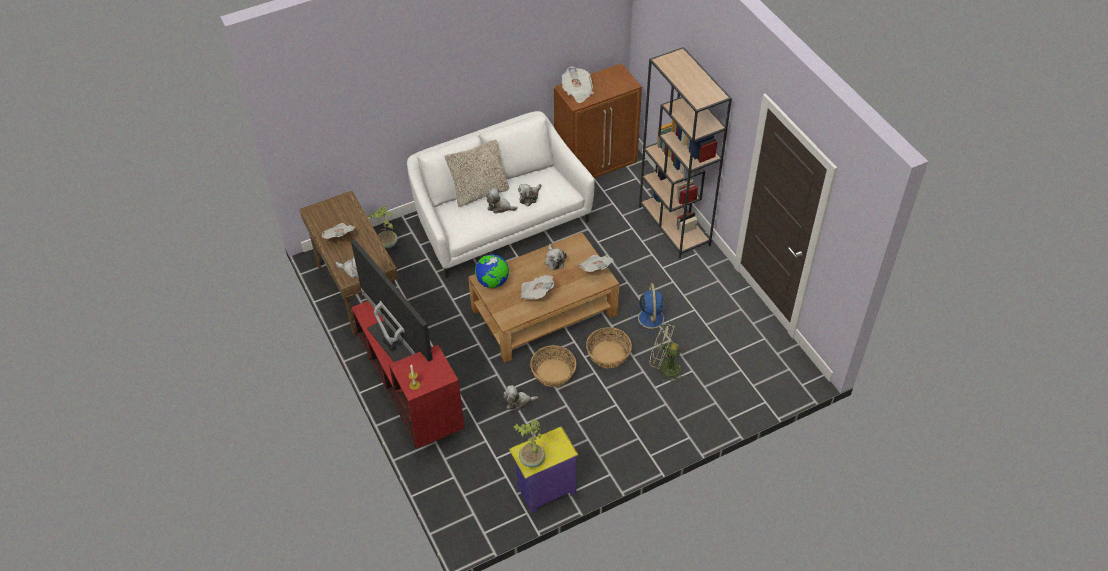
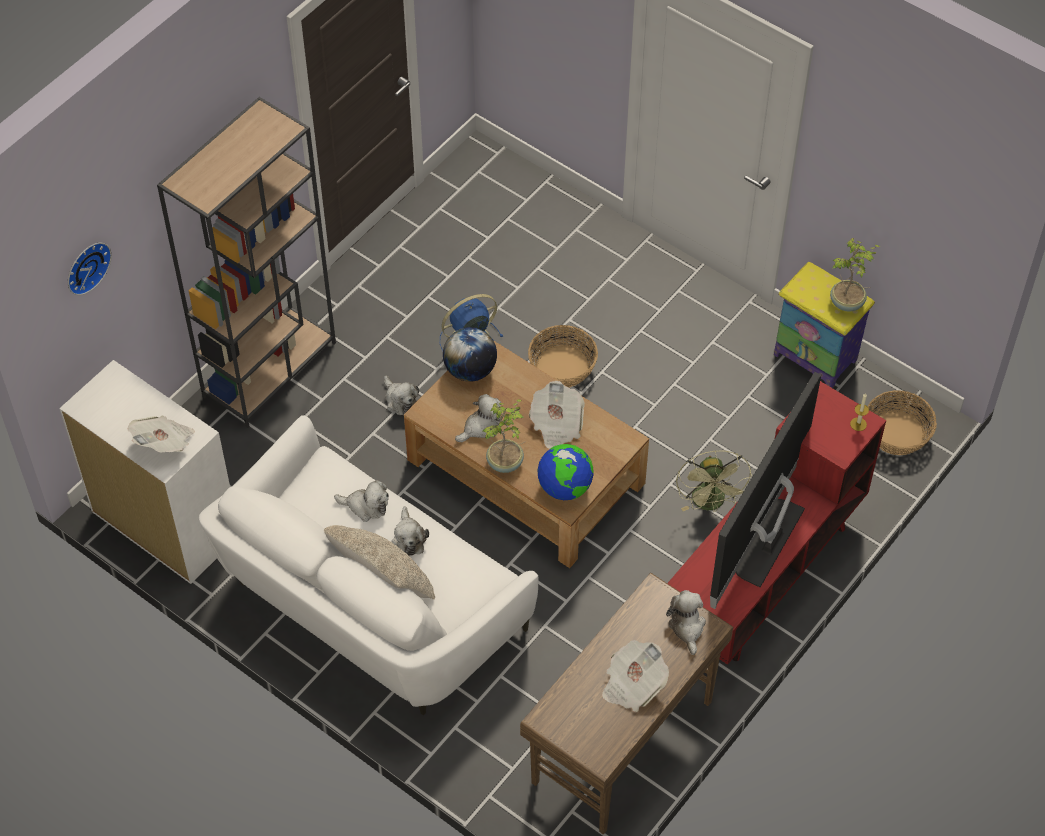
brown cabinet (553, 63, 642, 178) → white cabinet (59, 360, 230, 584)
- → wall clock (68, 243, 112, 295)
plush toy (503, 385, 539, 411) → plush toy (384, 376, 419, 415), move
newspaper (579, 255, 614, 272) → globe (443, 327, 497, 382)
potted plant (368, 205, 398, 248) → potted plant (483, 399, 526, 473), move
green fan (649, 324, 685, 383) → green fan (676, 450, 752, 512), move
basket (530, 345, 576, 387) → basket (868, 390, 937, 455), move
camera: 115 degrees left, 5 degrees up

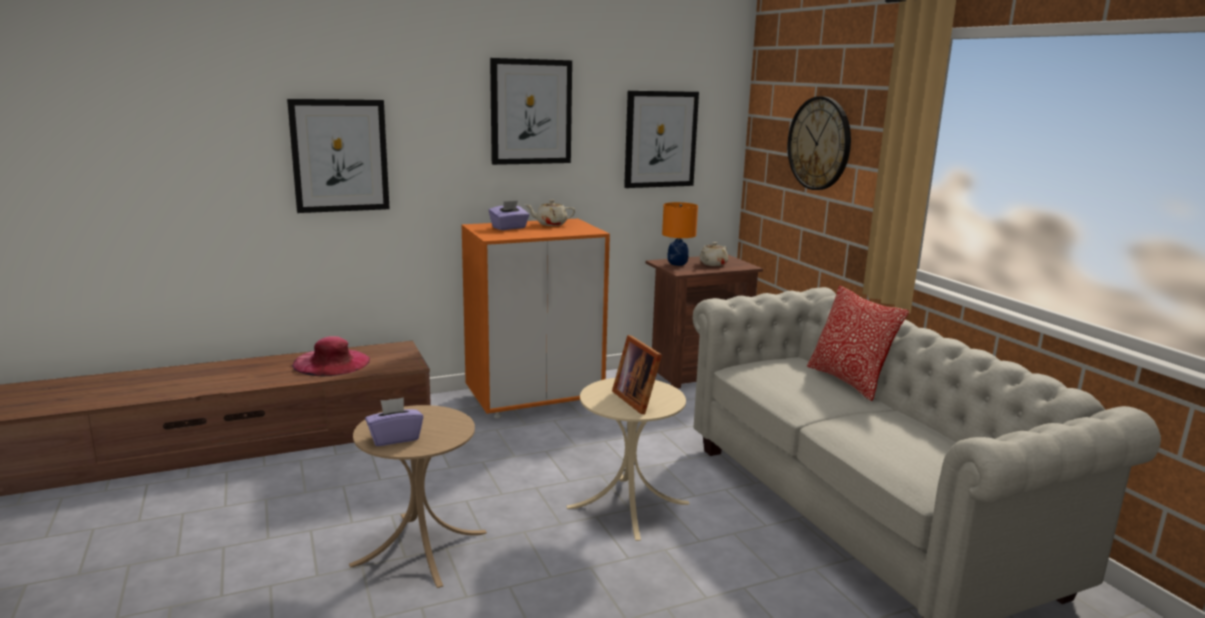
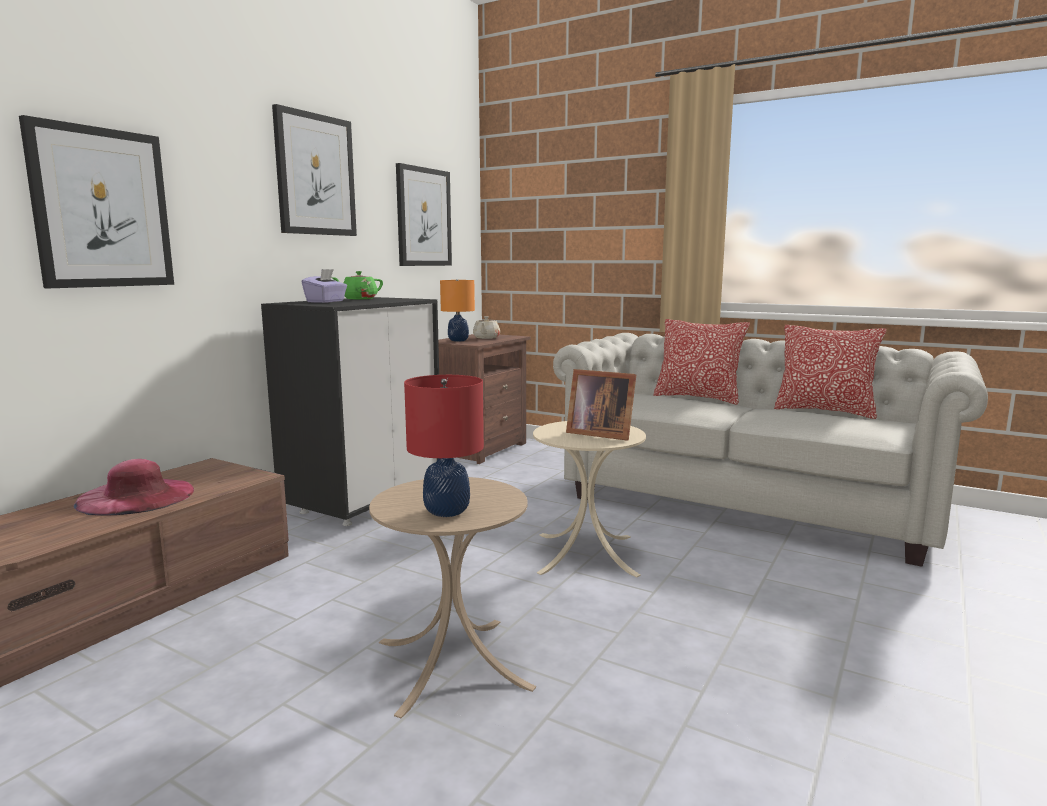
orange cabinet (462, 219, 610, 419) → black cabinet (261, 297, 439, 526)
beige teapot (526, 200, 575, 226) → green teapot (332, 271, 383, 299)
purple tissue box (365, 397, 423, 446) → red table lamp (404, 375, 484, 517)
- → pillow (774, 325, 886, 419)
wall clock (788, 96, 851, 190) → -
camera: 35 degrees left, 5 degrees down

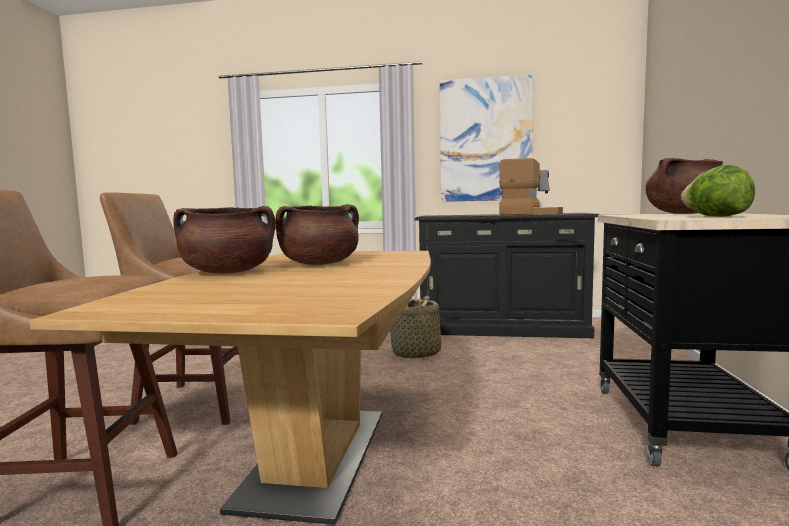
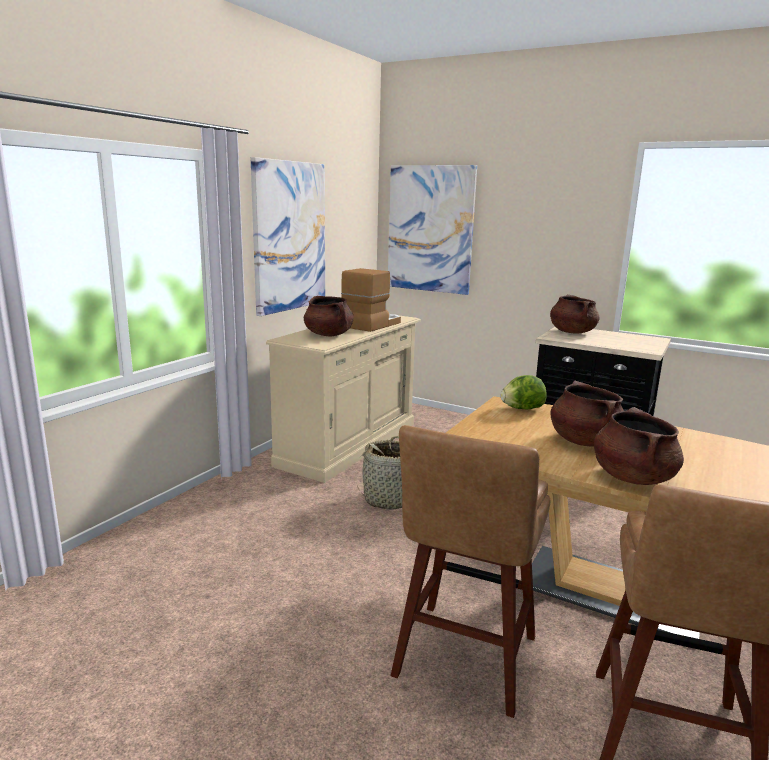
black cabinet (415, 213, 599, 338) → beige cabinet (266, 316, 421, 483)
- → brown cooking pot (304, 296, 354, 336)
- → picture (388, 165, 477, 295)
lettuce (681, 165, 755, 217) → lettuce (501, 375, 547, 409), move
camera: 70 degrees left, 10 degrees up

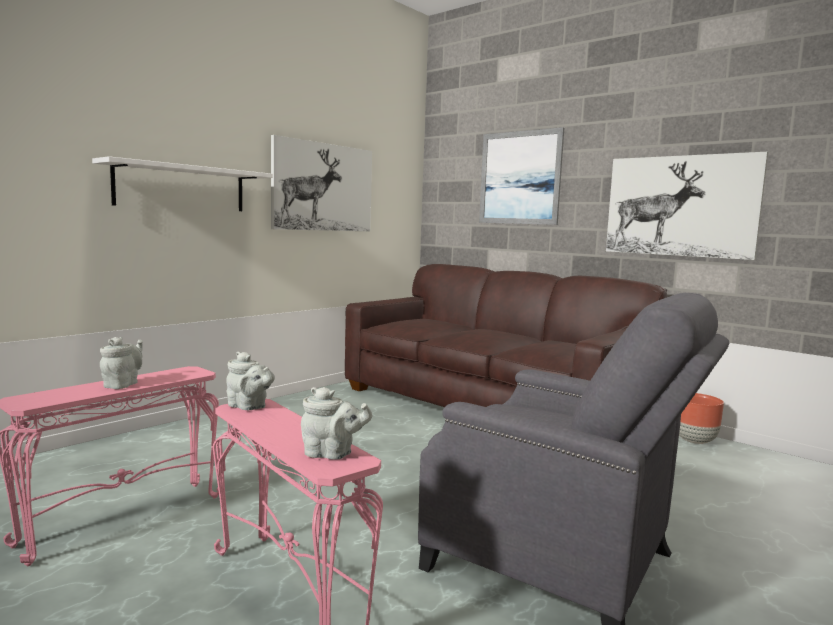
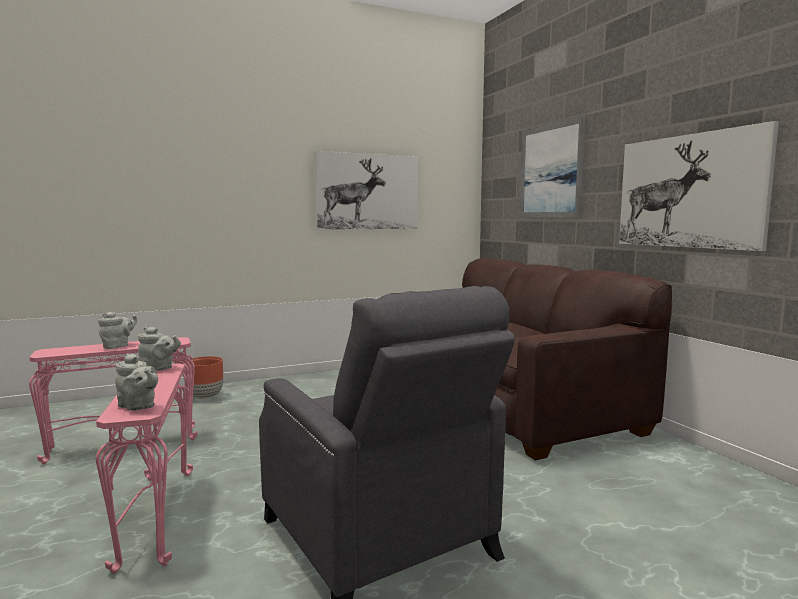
grey teapot (226, 351, 275, 410) → grey teapot (138, 327, 181, 371), 45 degrees counterclockwise
brown planter (679, 393, 724, 444) → brown planter (189, 356, 223, 399), move
white shelf (92, 156, 273, 211) → -
camera: 25 degrees right, 0 degrees up

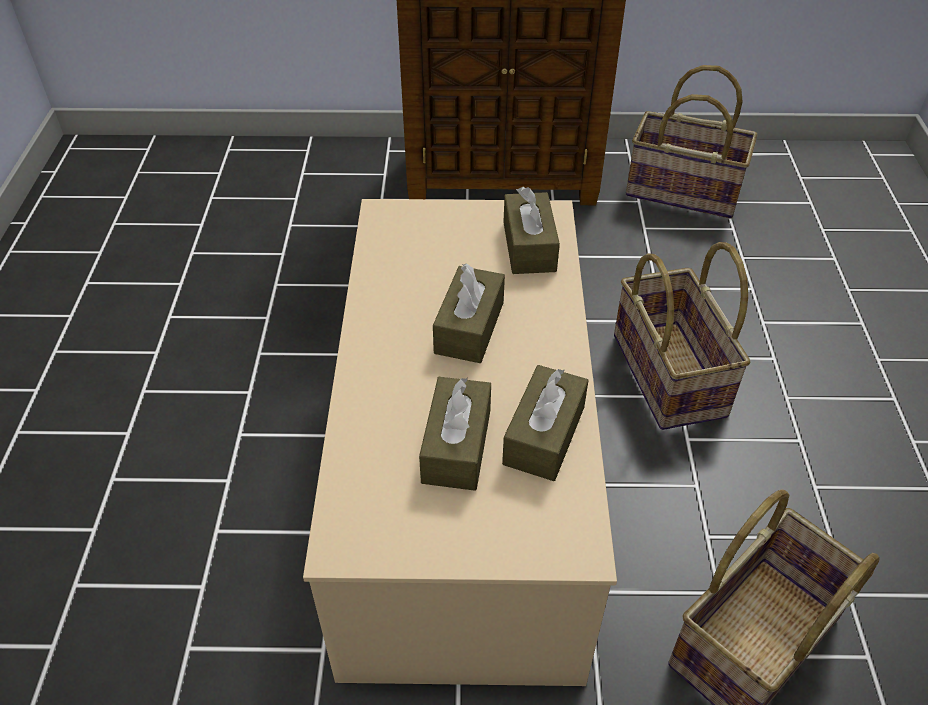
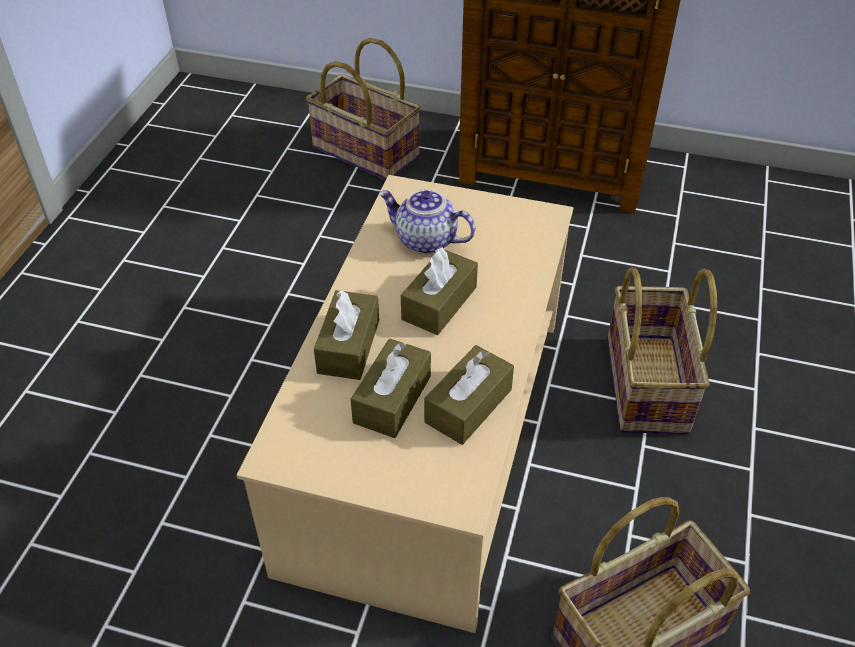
basket (626, 65, 757, 219) → basket (306, 38, 421, 180), move
brown tissue box (503, 187, 560, 274) → brown tissue box (314, 290, 379, 380), move
- → teapot (379, 190, 475, 254)
camera: 15 degrees right, 0 degrees up

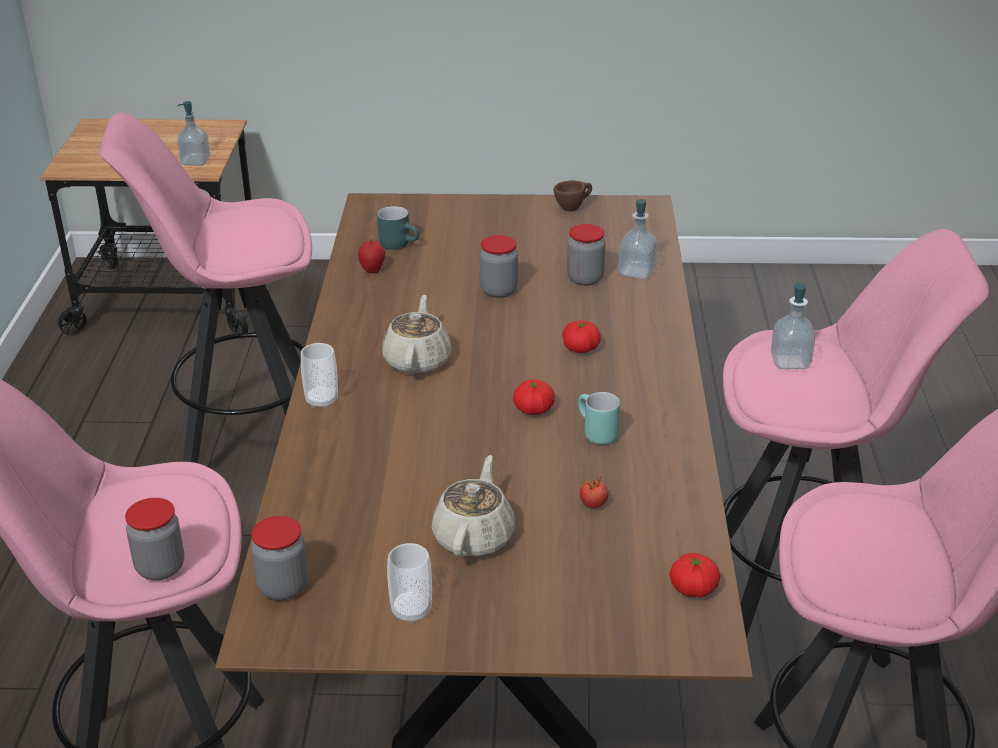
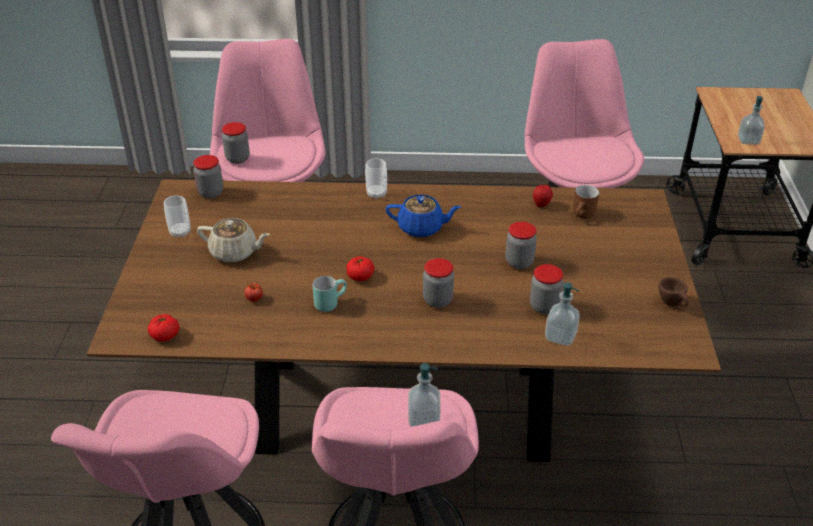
beige teapot (382, 295, 452, 375) → blue teapot (385, 195, 461, 237)
tomato (562, 320, 601, 353) → jar (423, 258, 454, 308)
turquoise mug (377, 206, 419, 250) → brown mug (573, 185, 599, 219)
camera: 90 degrees right, 5 degrees up

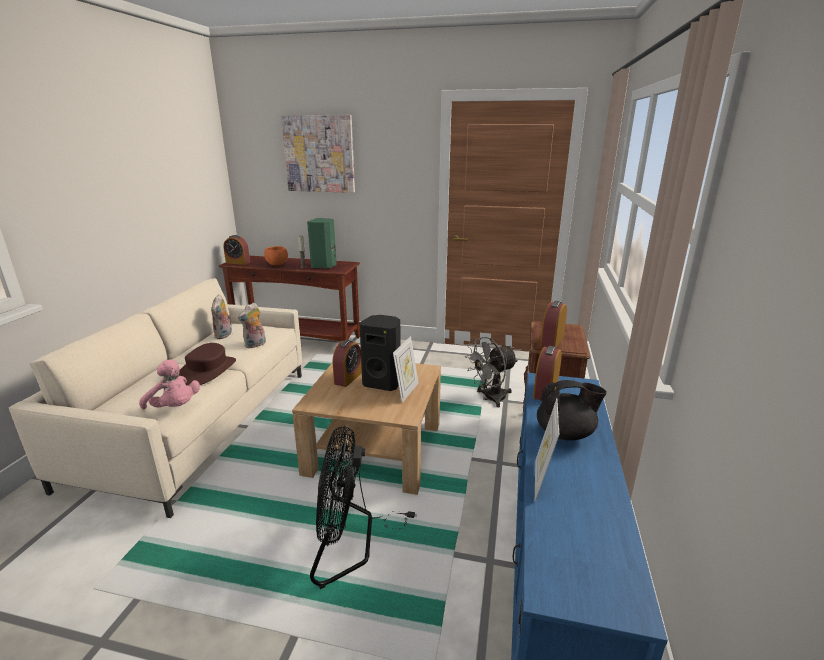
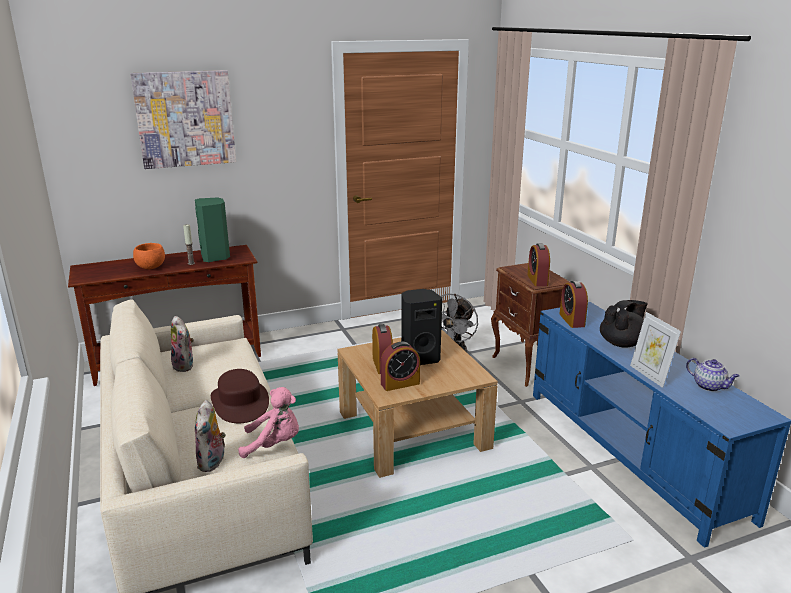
plush toy (238, 303, 266, 348) → plush toy (195, 400, 226, 472), move
alarm clock (223, 235, 250, 265) → alarm clock (381, 342, 420, 391), move
- → teapot (686, 358, 740, 391)
black fan (310, 426, 417, 589) → -
picture frame (393, 336, 419, 403) → -
camera: 35 degrees left, 0 degrees up

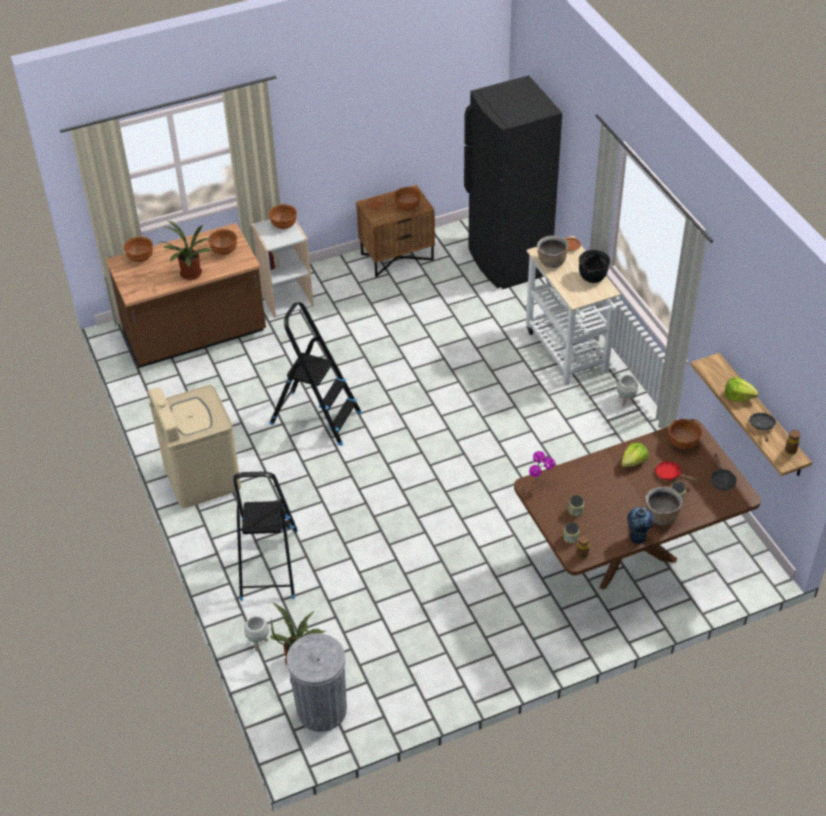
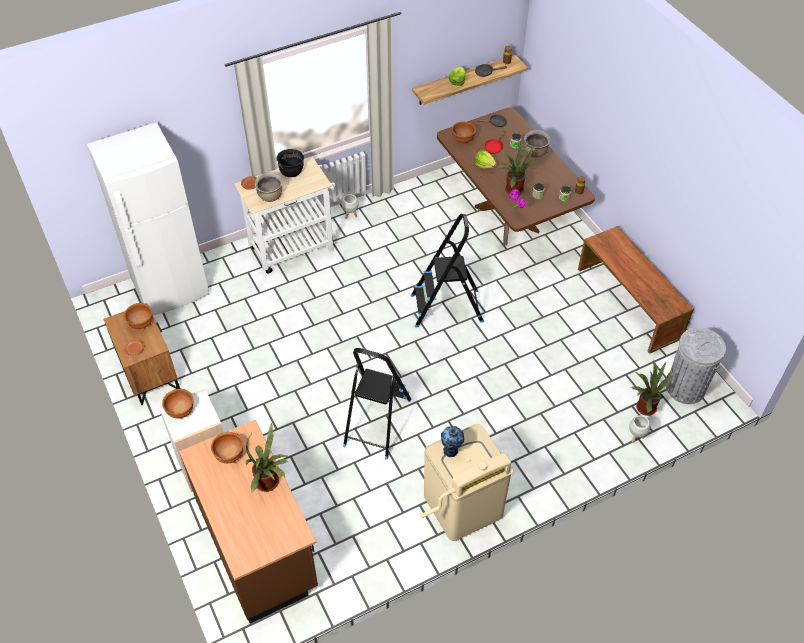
black fridge (464, 75, 563, 289) → white fridge (87, 122, 210, 315)
black step ladder (234, 472, 298, 601) → black step ladder (411, 214, 484, 327), move
vase (627, 508, 653, 544) → vase (441, 426, 464, 457), move
- → potted plant (498, 140, 534, 196)
- → brown bench (578, 226, 694, 354)
brown bowl (124, 237, 153, 262) → -
camera: 95 degrees left, 5 degrees up

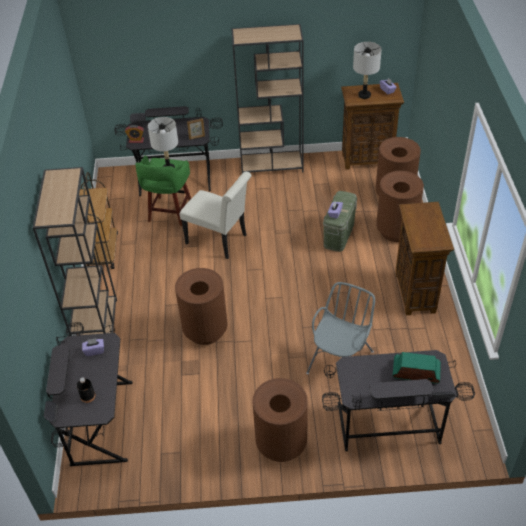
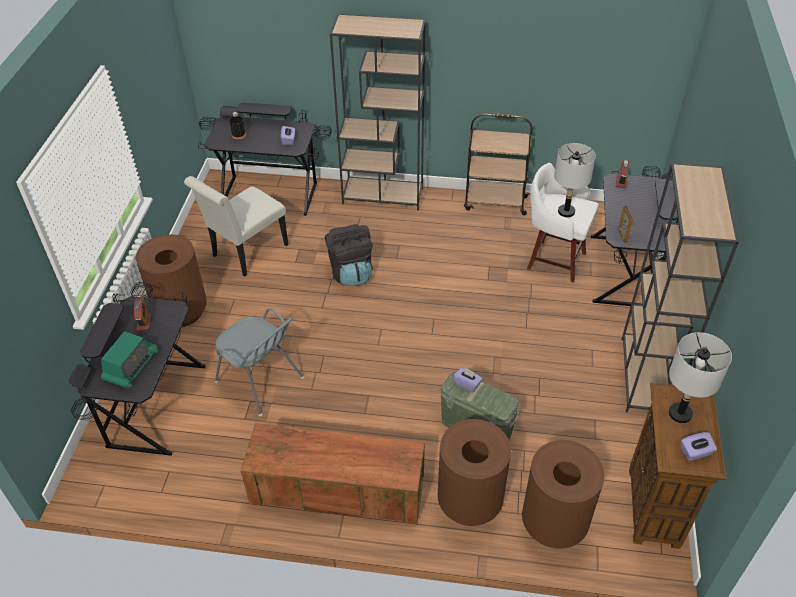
- → alarm clock (134, 297, 151, 331)
white chair (179, 171, 252, 259) → white chair (184, 176, 289, 277), move
brown cabinet (396, 202, 454, 315) → brown bench (240, 423, 425, 524)
brown trash can (175, 268, 227, 345) → black backpack (325, 224, 373, 286)
green stool (135, 156, 191, 226) → white stool (527, 163, 599, 283)
camera: 100 degrees right, 0 degrees up

